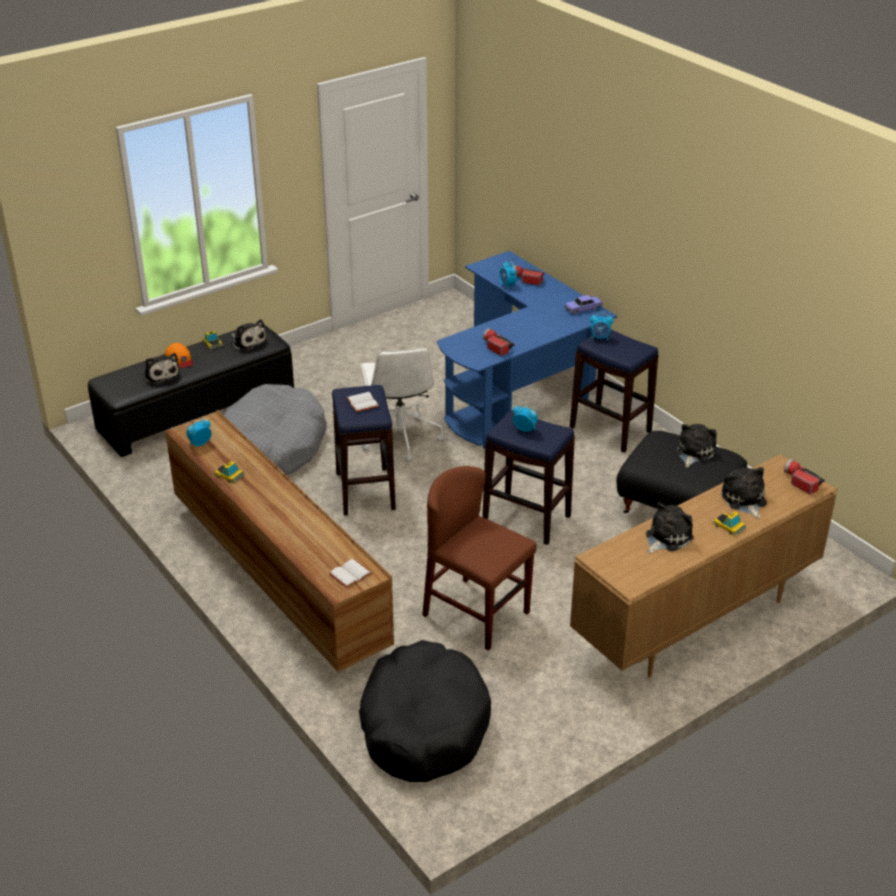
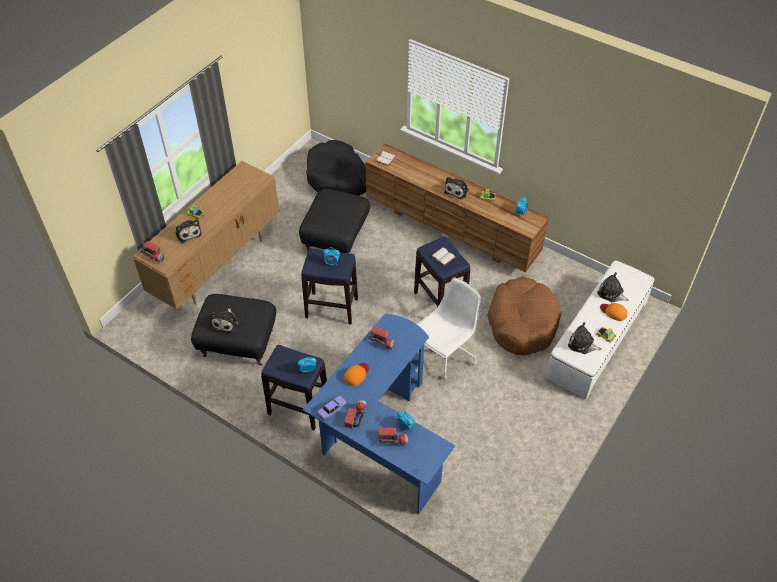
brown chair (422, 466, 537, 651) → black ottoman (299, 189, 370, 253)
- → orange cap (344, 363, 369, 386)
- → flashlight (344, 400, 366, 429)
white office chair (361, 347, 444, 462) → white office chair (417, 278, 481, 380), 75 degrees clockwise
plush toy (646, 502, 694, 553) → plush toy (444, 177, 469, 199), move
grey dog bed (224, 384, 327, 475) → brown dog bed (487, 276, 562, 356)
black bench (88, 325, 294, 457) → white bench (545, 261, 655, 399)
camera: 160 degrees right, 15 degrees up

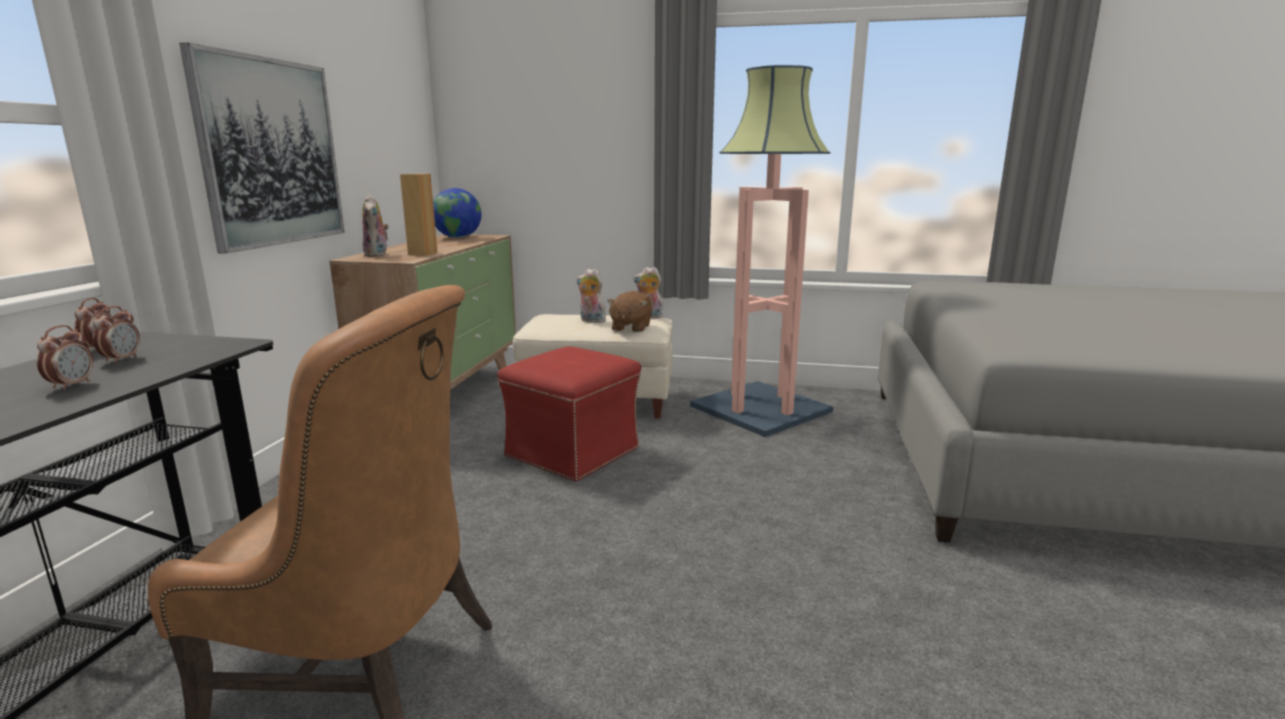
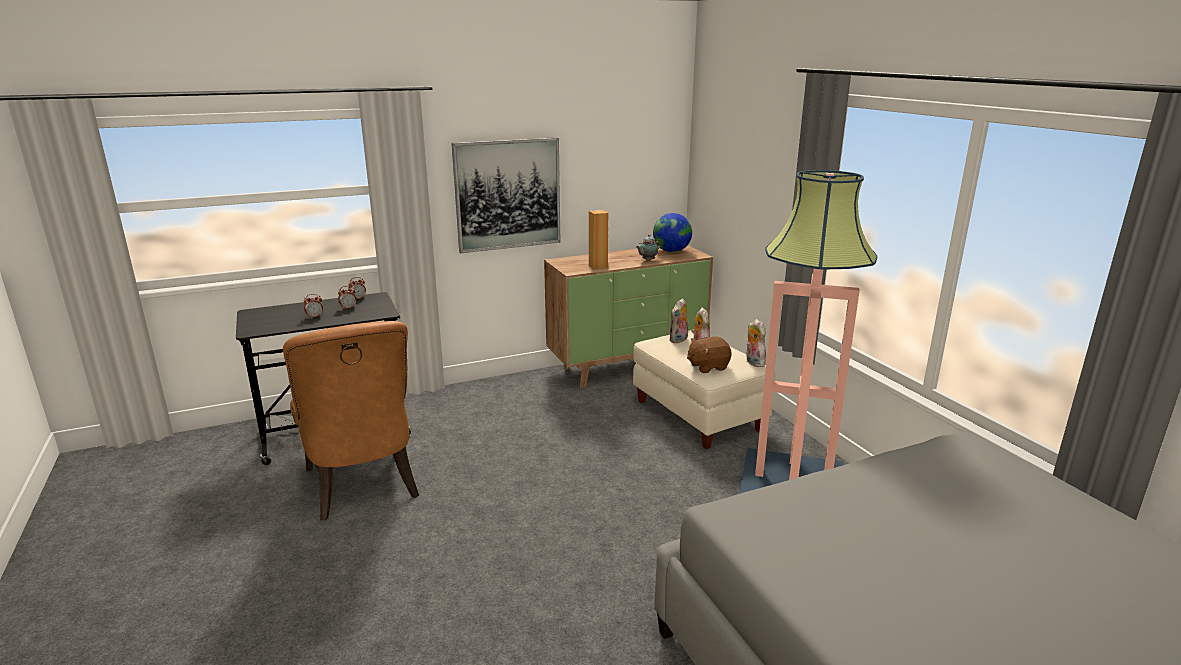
- → teapot (636, 234, 661, 261)
plush toy (362, 195, 389, 257) → plush toy (670, 298, 689, 343), move
red ottoman (498, 346, 641, 482) → -
camera: 55 degrees right, 5 degrees up

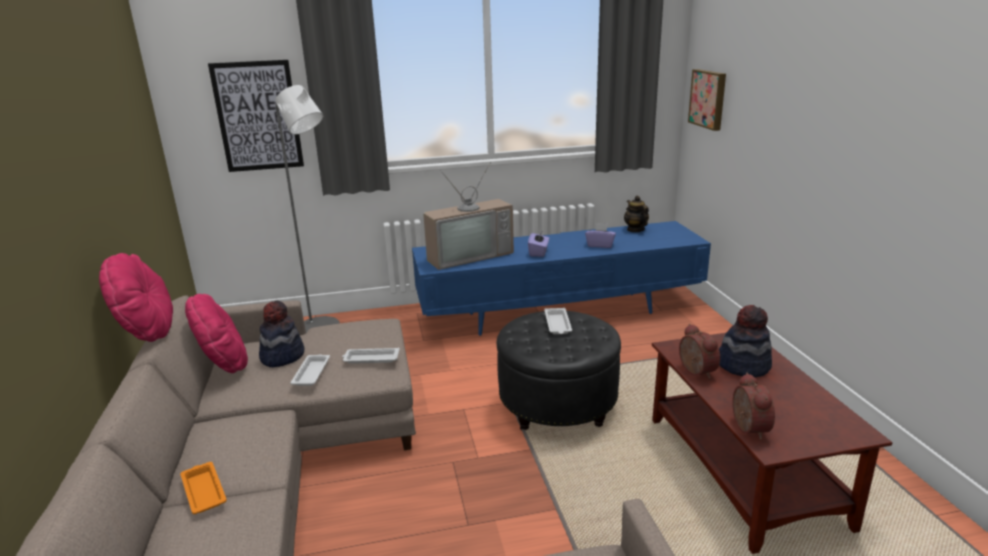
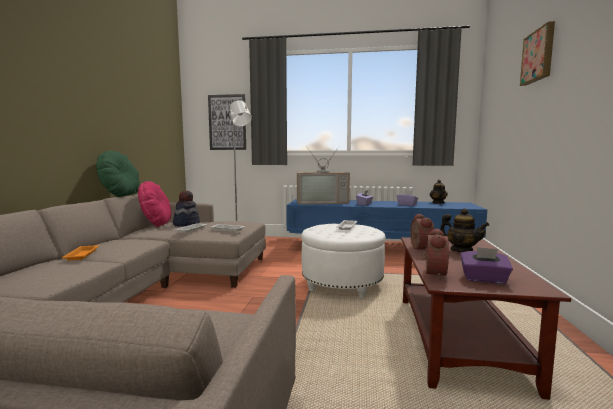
pink pillow (99, 253, 173, 342) → green pillow (96, 151, 140, 197)
black ottoman (497, 311, 621, 430) → white ottoman (301, 224, 386, 298)
hat (719, 305, 772, 377) → teapot (440, 208, 489, 252)
- → purple tissue box (460, 247, 513, 284)
picture (688, 69, 726, 131) → picture (520, 21, 555, 86), move
camera: 20 degrees right, 15 degrees down

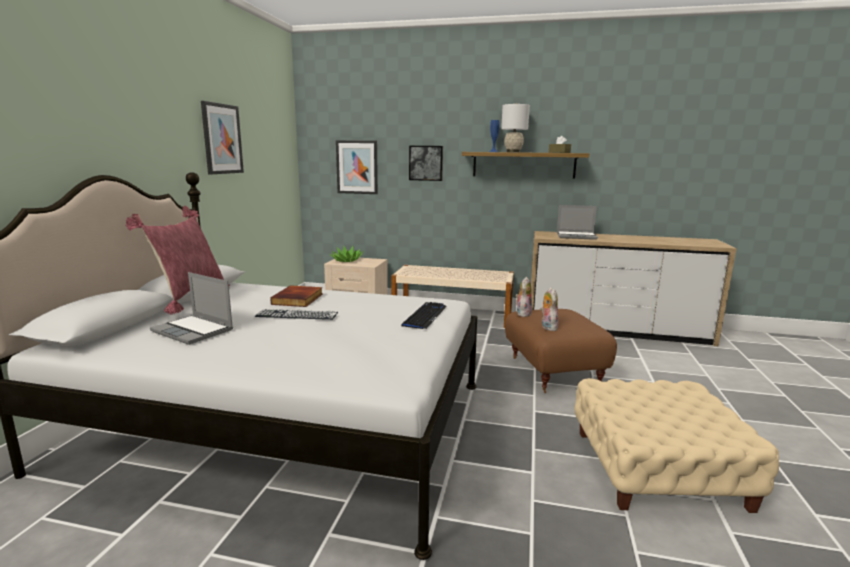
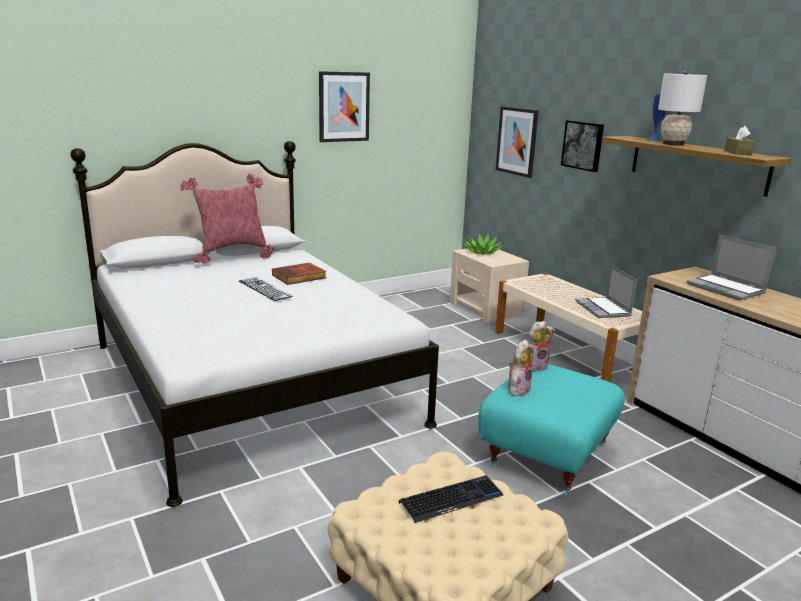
keyboard (401, 302, 447, 329) → keyboard (399, 475, 504, 523), move
brown ottoman (505, 309, 617, 393) → turquoise ottoman (478, 364, 625, 496)
laptop (150, 272, 233, 345) → laptop (575, 265, 637, 318), move
camera: 45 degrees right, 5 degrees up

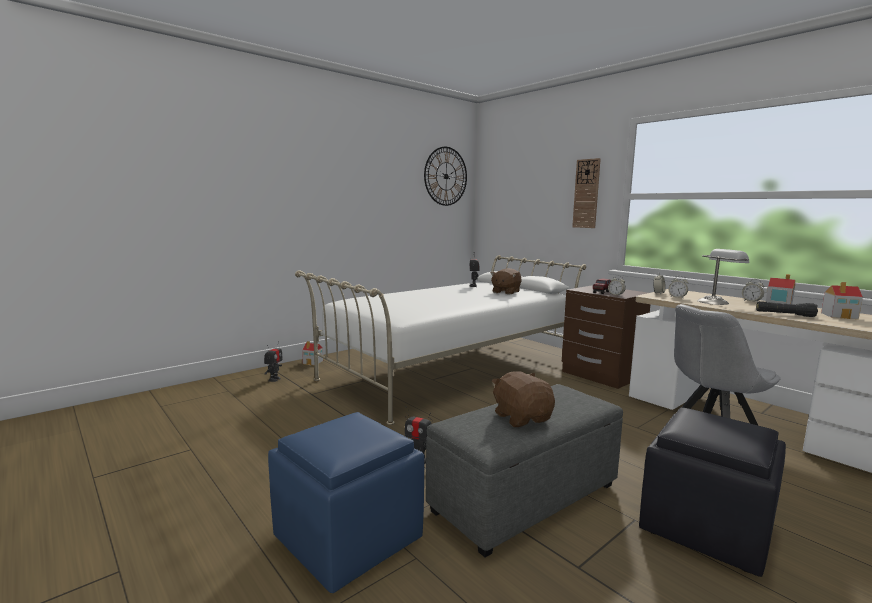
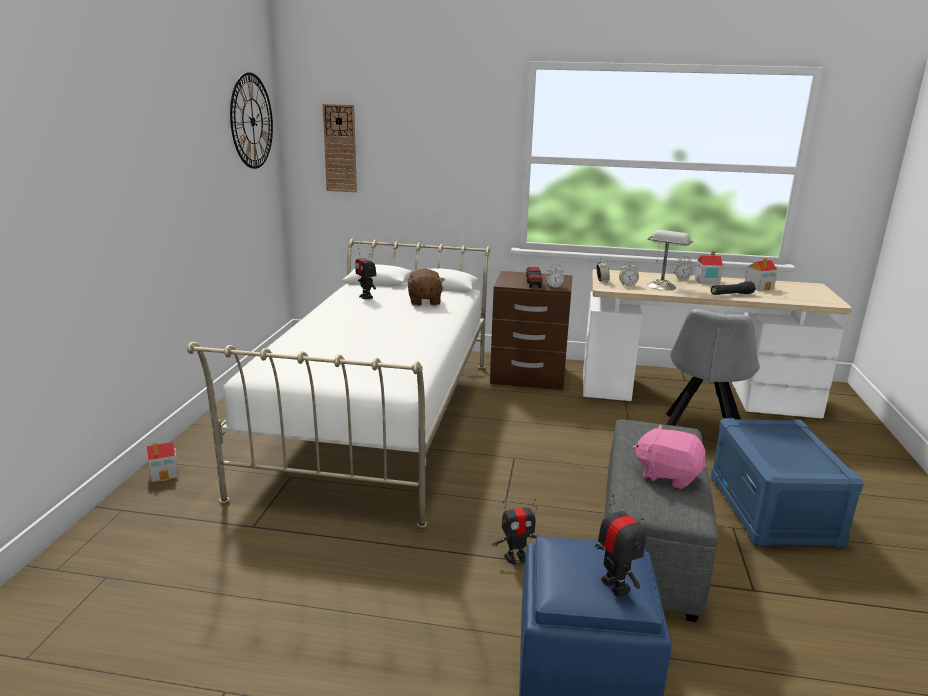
wall clock (572, 158, 601, 228) → wall clock (323, 104, 357, 192), move
toy robot (264, 341, 283, 382) → toy robot (595, 495, 646, 598), move
brown plush toy (492, 371, 555, 427) → pink plush toy (633, 425, 706, 489)
black ottoman (639, 408, 786, 577) → blue storage box (711, 418, 864, 548)
camera: 40 degrees left, 10 degrees up

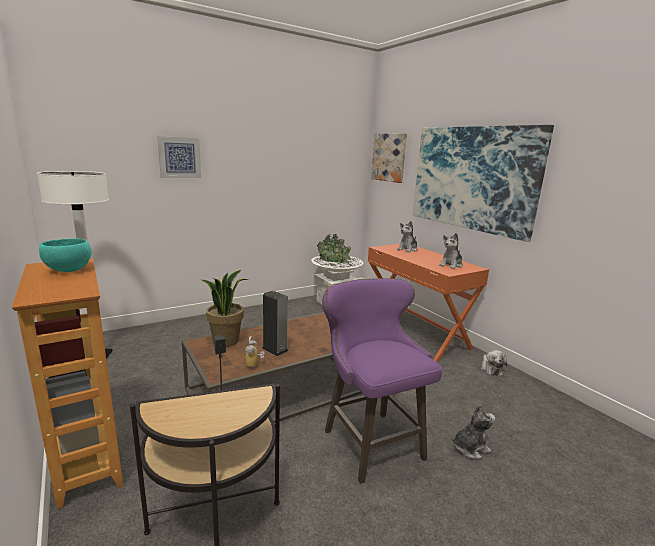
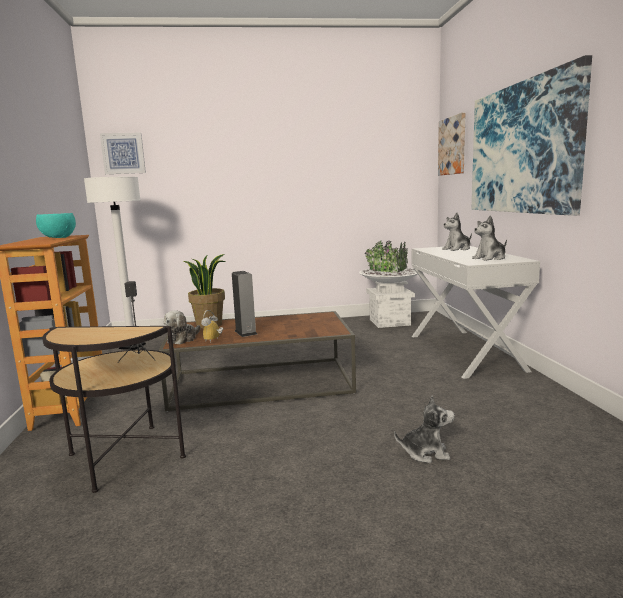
picture (157, 136, 201, 178) → picture (100, 132, 146, 174), move
plush toy (481, 350, 507, 376) → plush toy (164, 310, 201, 345), move
orange console table (368, 244, 489, 362) → white console table (411, 246, 540, 379)
purple stool (323, 278, 442, 484) → -
camera: 25 degrees right, 5 degrees down

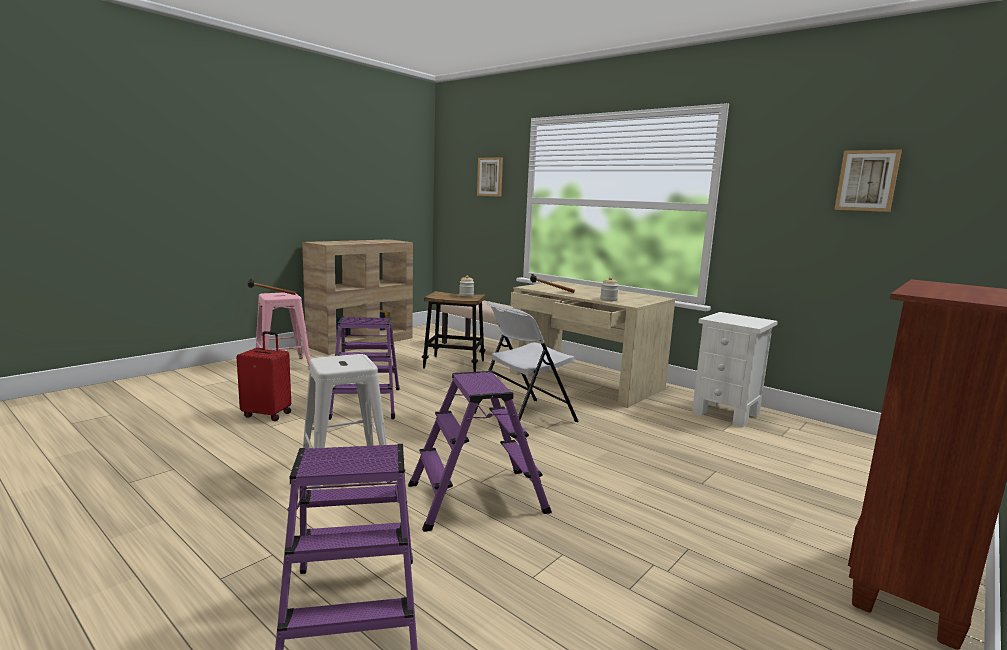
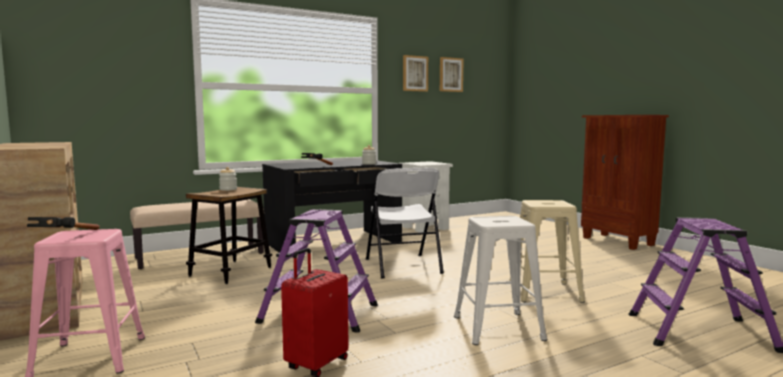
beige desk (510, 281, 675, 408) → black desk (262, 160, 402, 258)
picture (477, 157, 503, 197) → picture (403, 55, 428, 92), move
purple step ladder (408, 371, 552, 532) → beige stool (509, 200, 585, 303)
camera: 70 degrees left, 5 degrees down

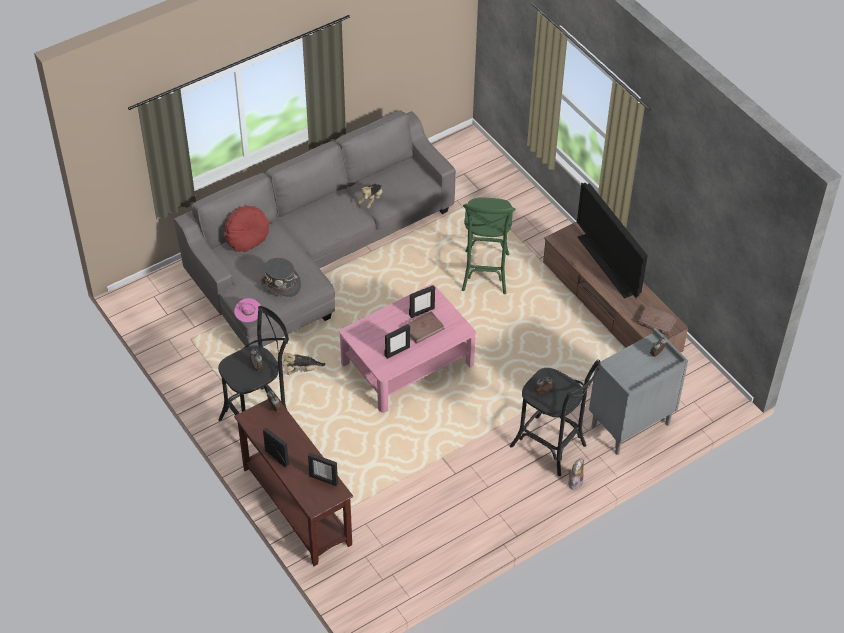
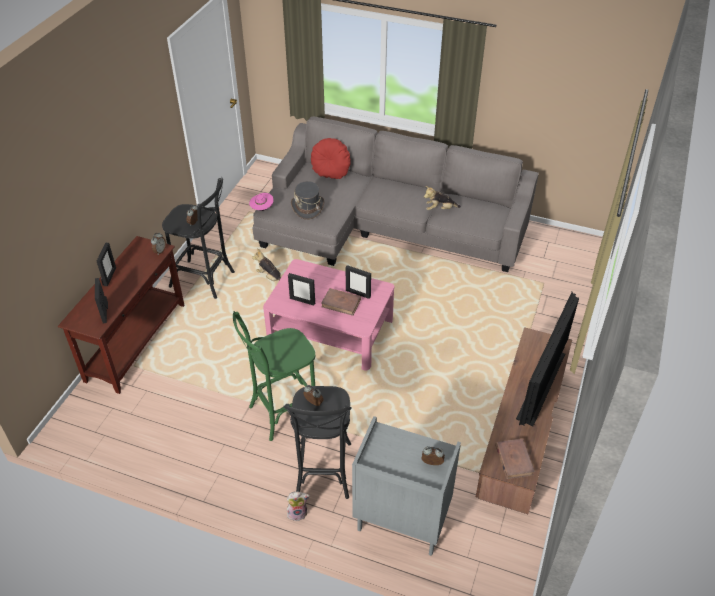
green stool (462, 197, 515, 294) → green stool (233, 311, 315, 441), move
camera: 55 degrees right, 5 degrees down

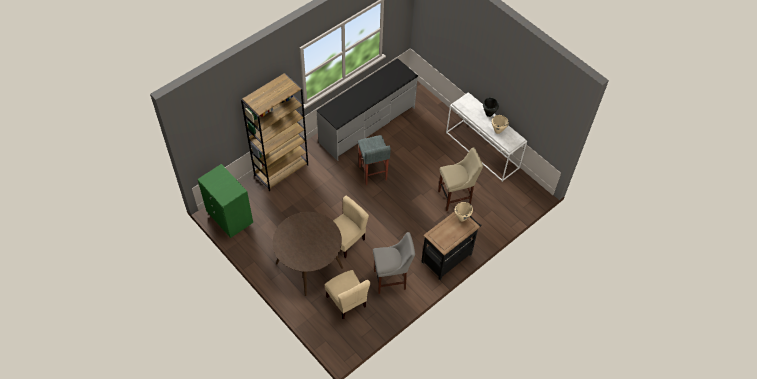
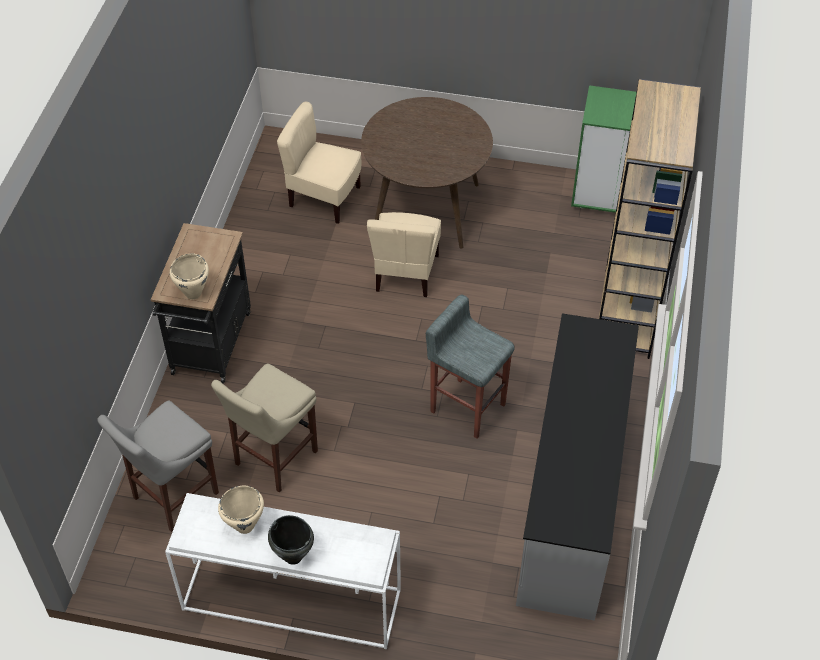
grey stool (373, 232, 415, 294) → grey stool (97, 400, 219, 532), move
camera: 145 degrees right, 5 degrees down

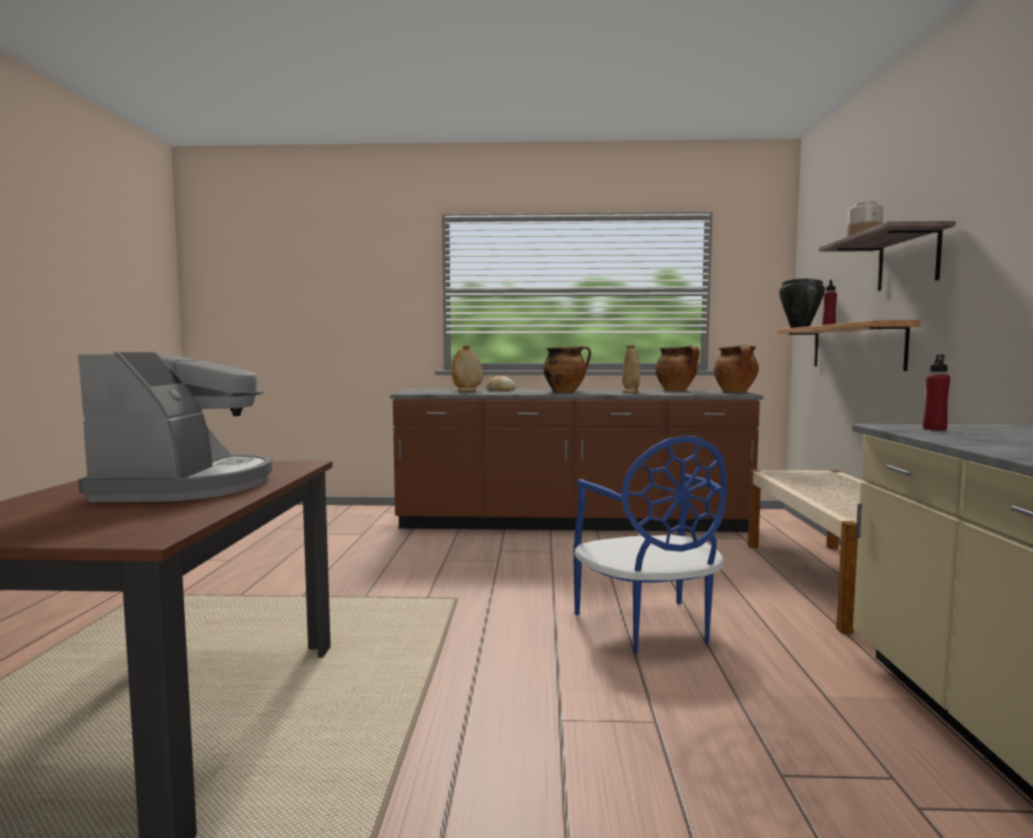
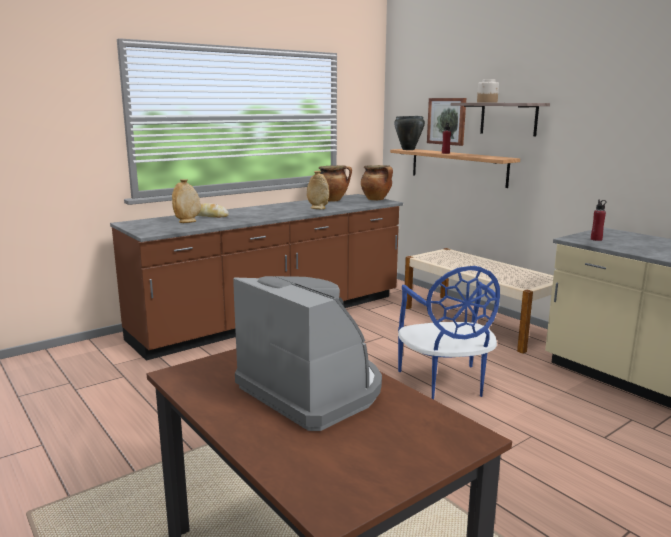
blue chair (573, 436, 727, 654) → blue chair (398, 266, 500, 400), 45 degrees clockwise
- → picture (427, 98, 466, 146)
cooking pot (543, 346, 591, 393) → -
camera: 40 degrees left, 10 degrees up

